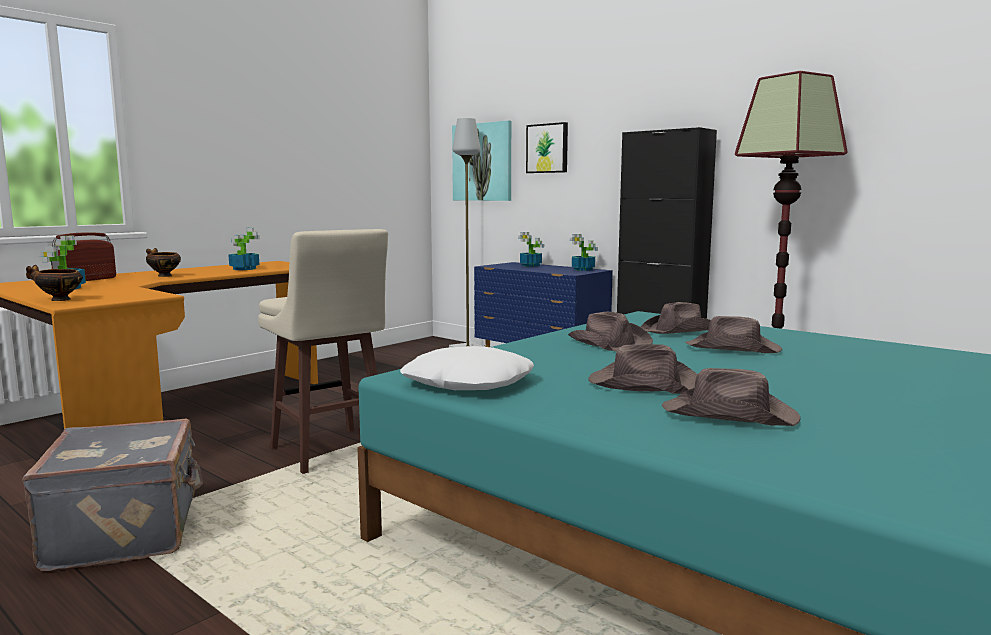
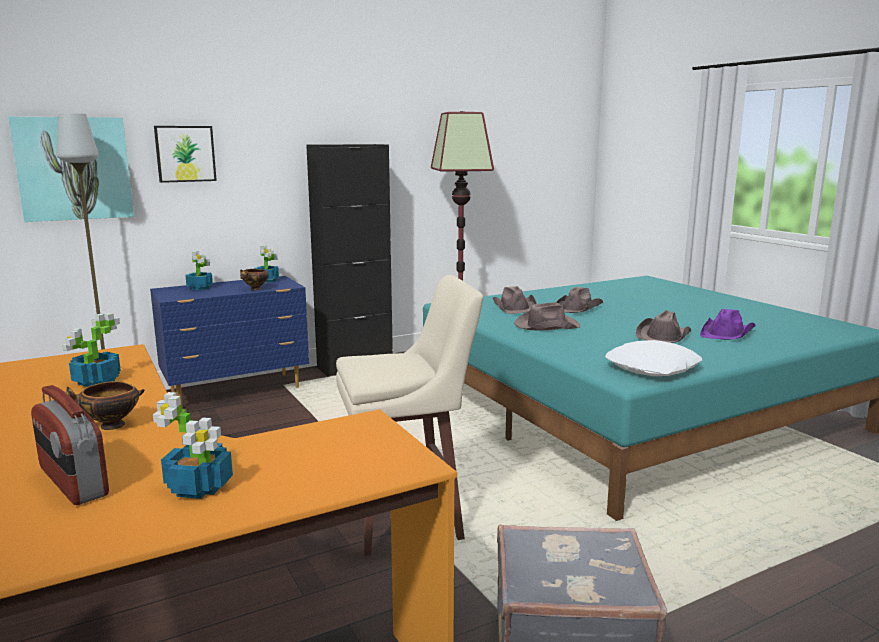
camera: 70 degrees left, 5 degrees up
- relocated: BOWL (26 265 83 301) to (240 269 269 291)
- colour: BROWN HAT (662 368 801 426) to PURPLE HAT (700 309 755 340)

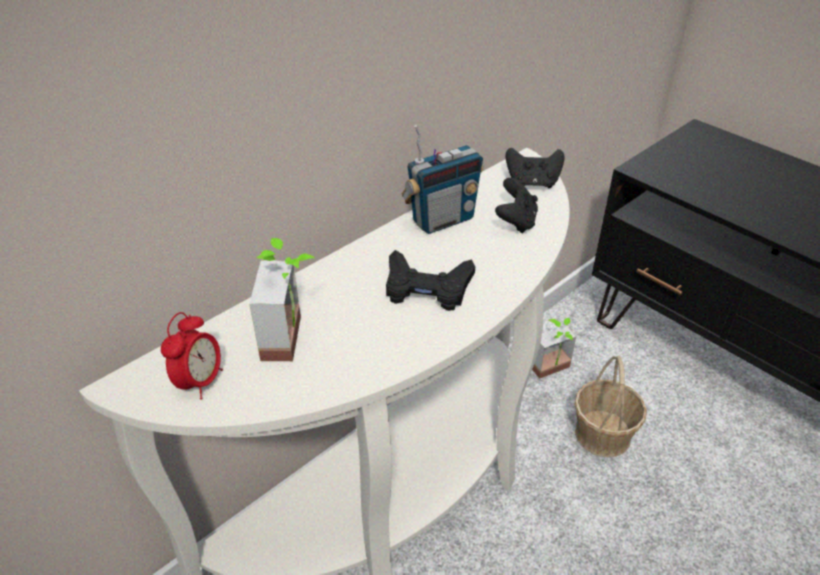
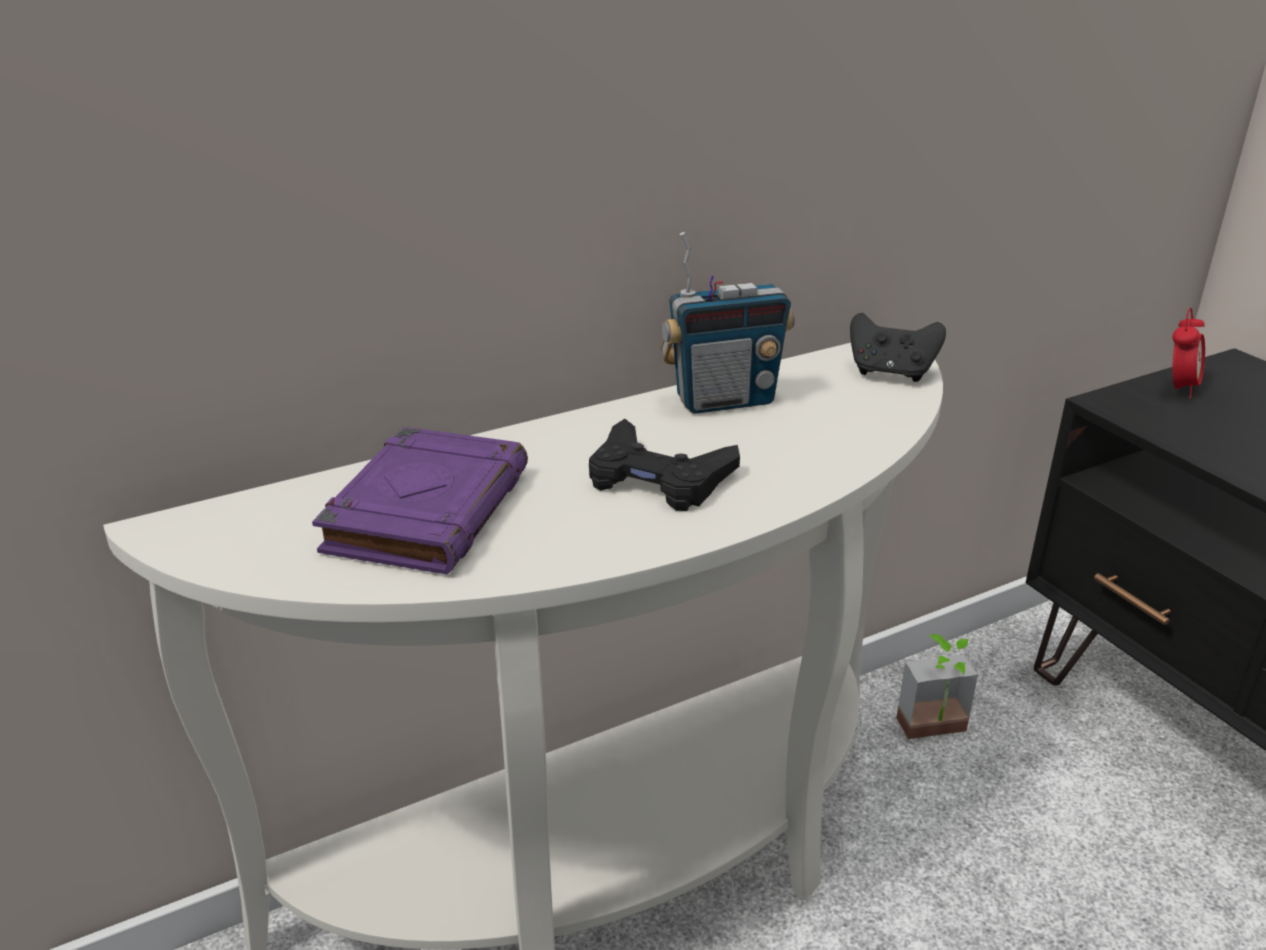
camera: 15 degrees right, 10 degrees down
- missing: BLACK GAME CONTROLLER (495 178 538 234)
- missing: BASKET (574 356 647 457)
- relocated: ALARM CLOCK (161 312 223 400) to (1172 308 1205 398)
- exchanged: POTTED PLANT (250 238 315 361) to PURPLE BOOK (312 427 528 574)

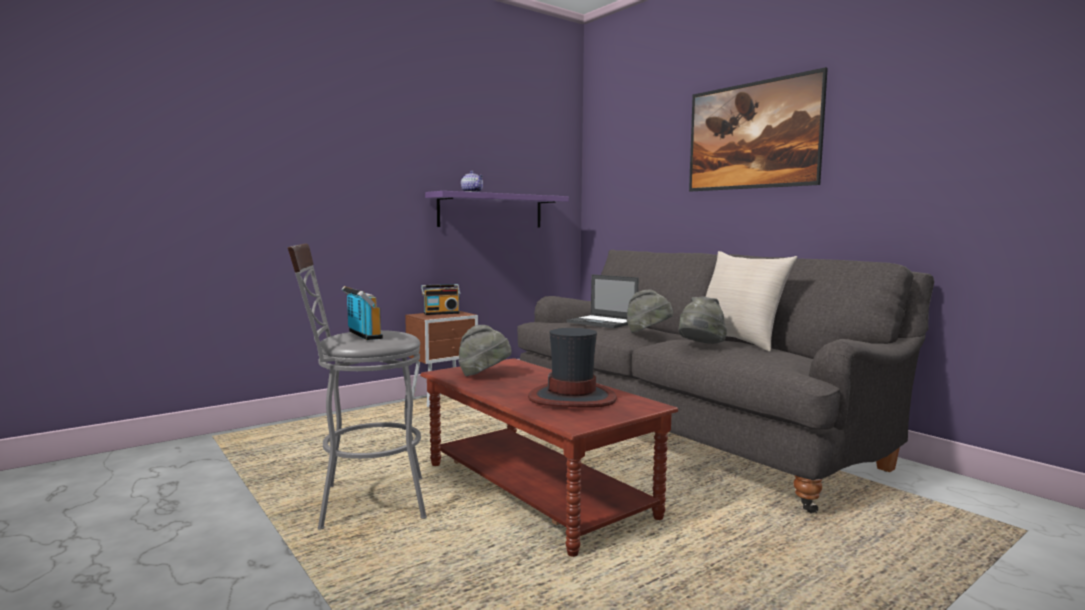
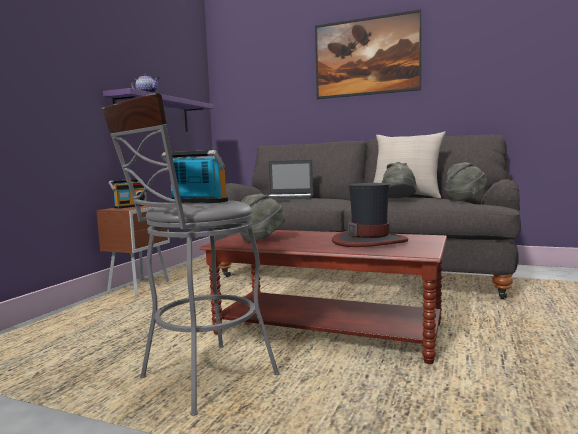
camera: 30 degrees left, 0 degrees up
- relocated: GREY HAT (627 289 673 333) to (445 162 487 201)

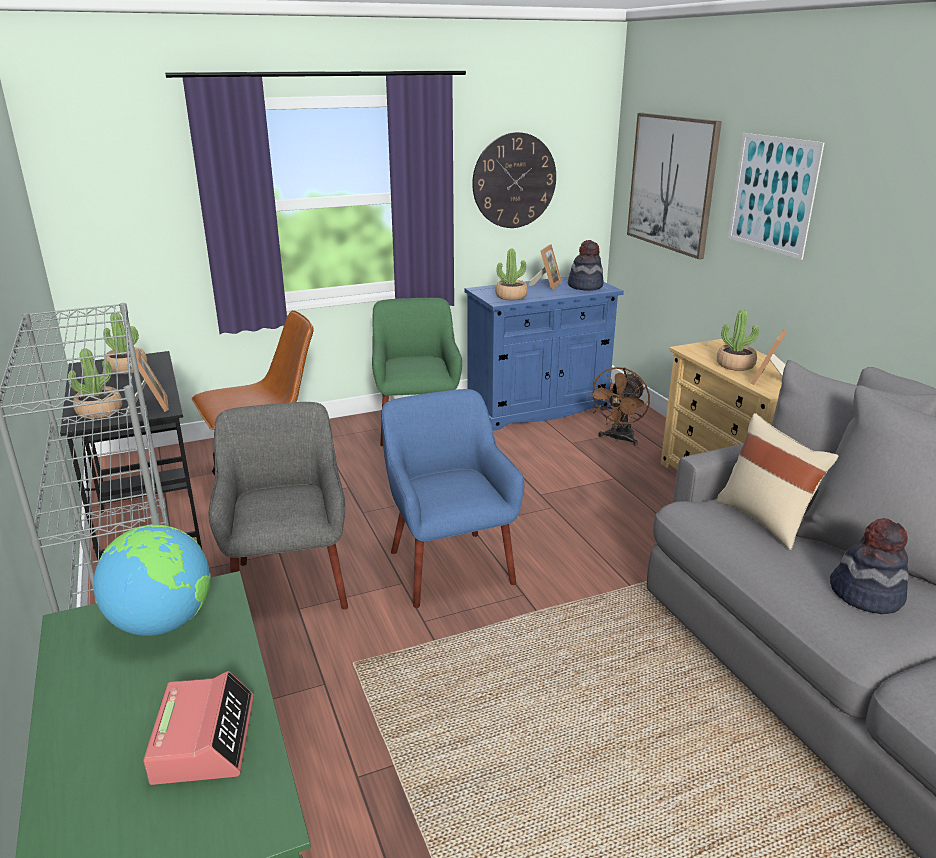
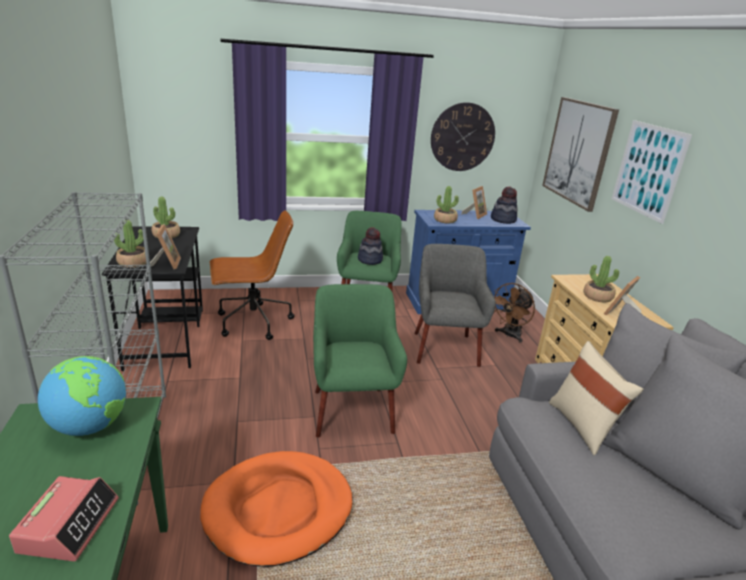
camera: 10 degrees right, 0 degrees up
- appeared: ORANGE DOG BED (200 451 352 567)
- relocated: GREY ARMCHAIR (209 402 348 610) to (414 244 496 367)
- relocated: HAT (830 518 909 614) to (358 227 383 265)
- colour: BLUE ARMCHAIR (382 389 524 608) to GREEN ARMCHAIR (313 284 407 438)

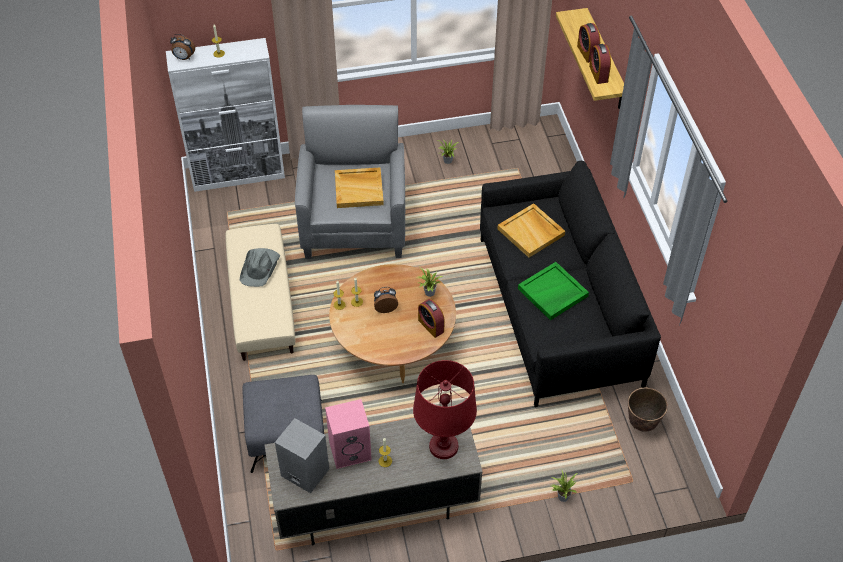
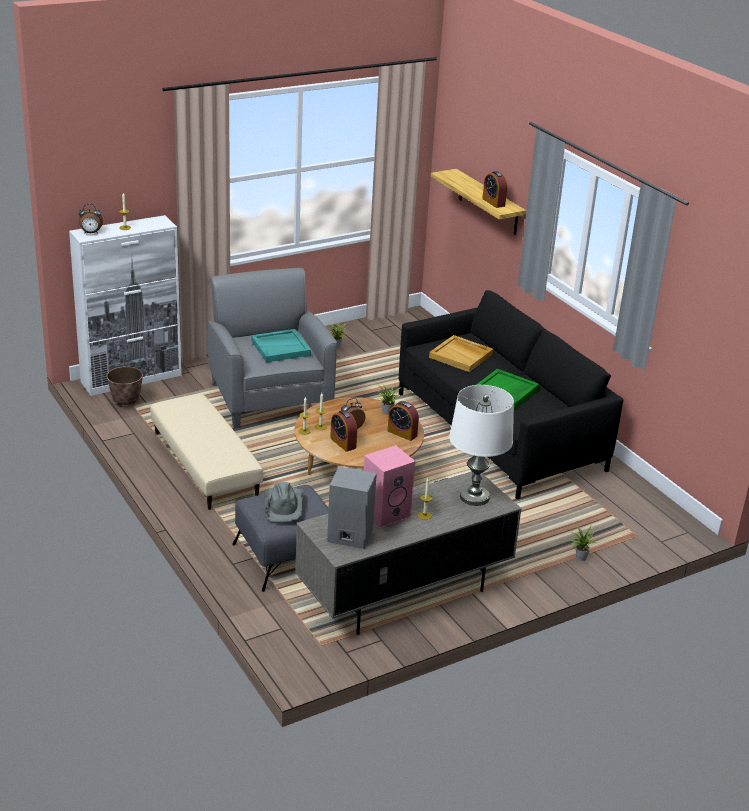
camera: 20 degrees left, 20 degrees down
- relocated: GREY HAT (240 248 280 287) to (264 482 304 522)
- relocated: ALARM CLOCK (577 23 600 63) to (330 410 357 452)
- relocated: PLANTER (628 388 668 432) to (106 366 143 407)
- colour: BEIGE TRAY (335 167 384 208) to TURQUOISE TRAY (251 329 311 362)
- colour: RED TABLE LAMP (413 360 477 459) to WHITE TABLE LAMP (449 385 514 506)

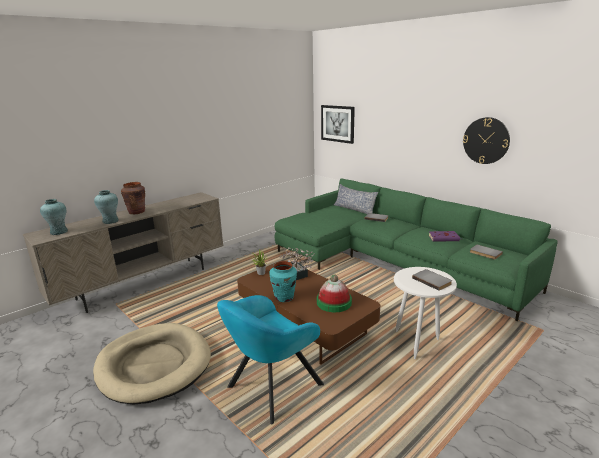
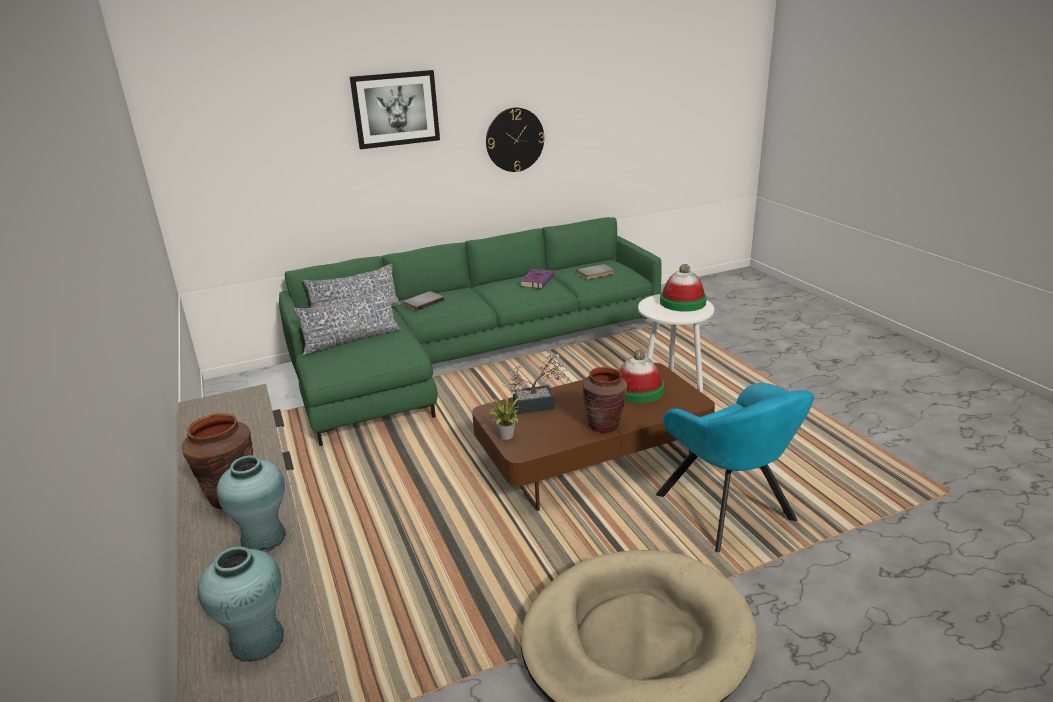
camera: 70 degrees left, 5 degrees up
- appeared: PILLOW (293 285 401 355)
- relocated: PICTURE (321 105 355 144) to (350 70 440 149)
- exchanged: GREY BOOK (412 269 452 291) to HAT (660 264 707 312)
- colour: TURQUOISE VASE (269 261 297 302) to BROWN VASE (583 367 627 433)

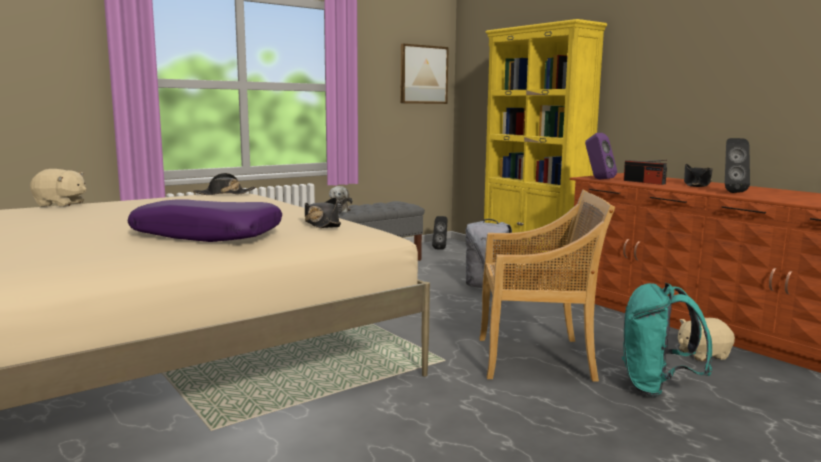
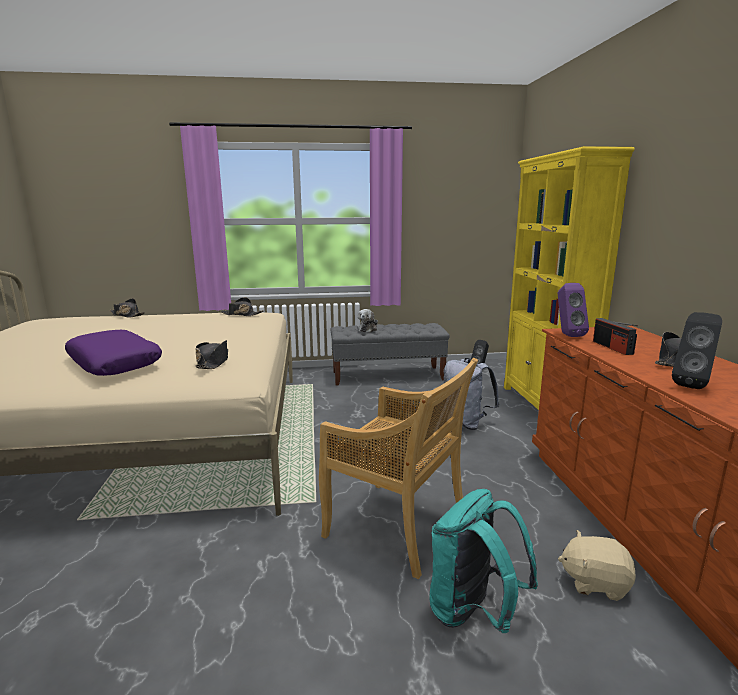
camera: 30 degrees right, 5 degrees up
- missing: PICTURE (401 43 449 104)
- exchanged: BEIGE PLUSH TOY (30 169 86 206) to BLACK HAT (110 298 145 318)

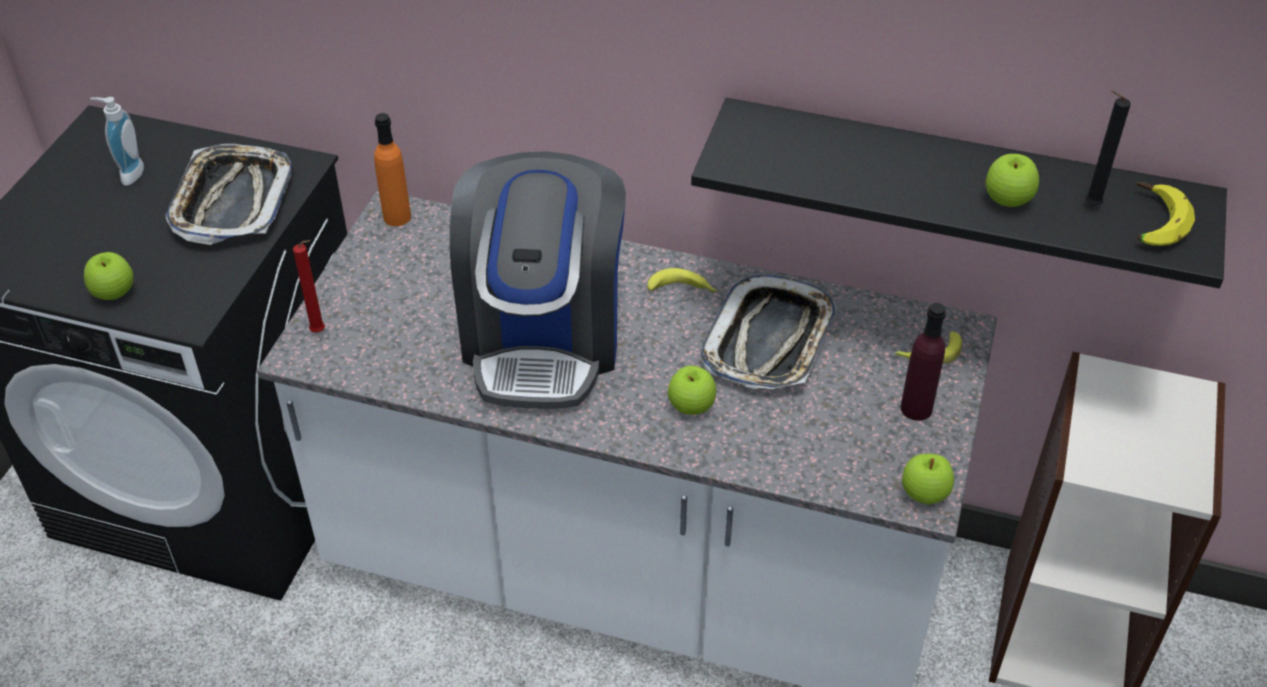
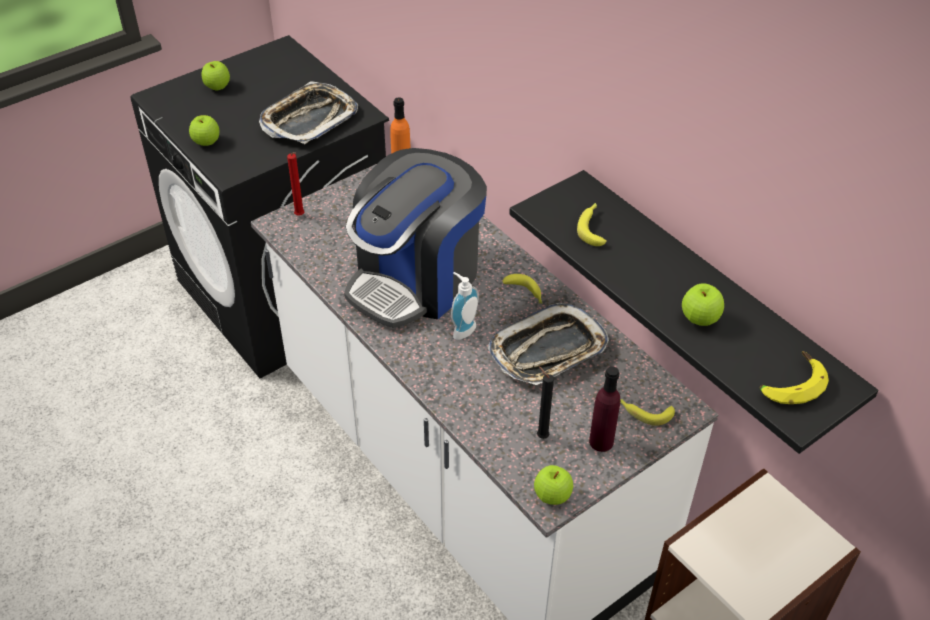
camera: 35 degrees right, 0 degrees up
- appeared: BANANA (577 203 607 246)
- relocated: SOAP DISPENSER (90 97 144 186) to (451 272 479 340)
- relocated: APPLE (668 366 716 415) to (201 61 230 91)
- relocated: BLACK CANDLE (1085 90 1131 206) to (537 367 554 439)

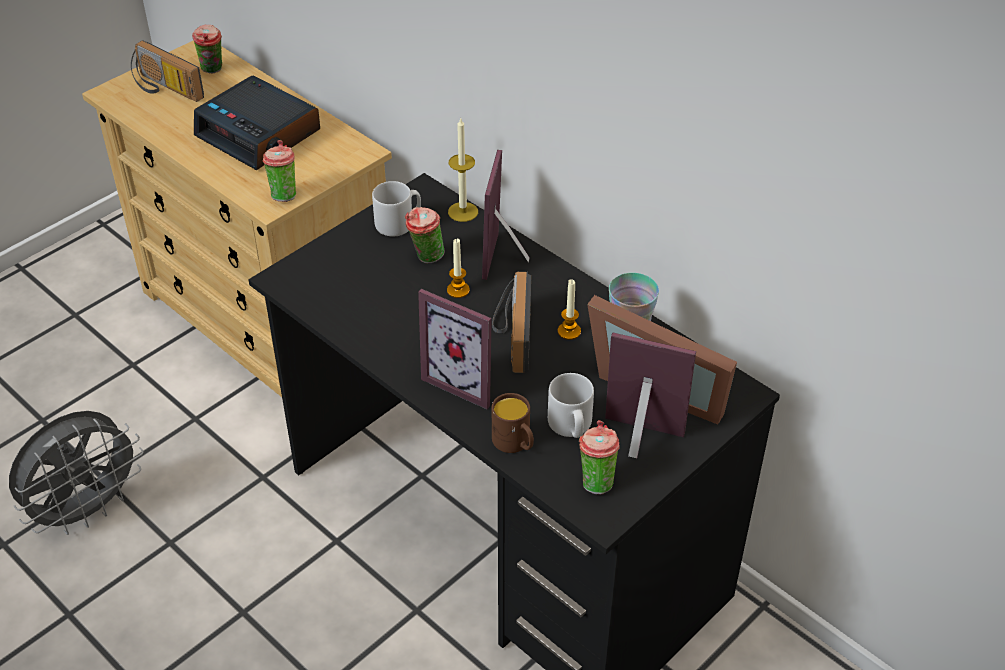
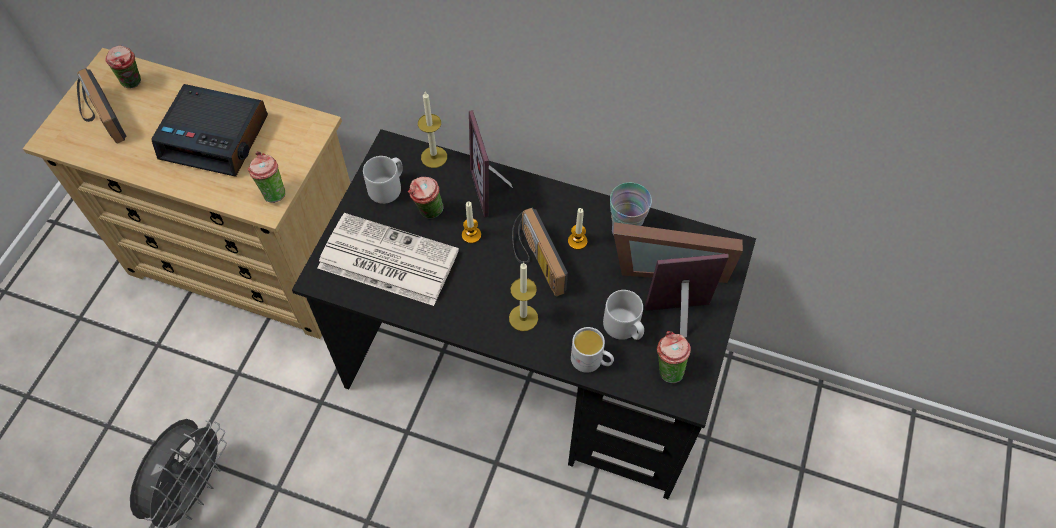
camera: 25 degrees left, 15 degrees up
- appeared: NEWSPAPER (318 213 459 306)
- exchanged: PICTURE FRAME (418 289 492 409) to CANDLE (509 262 538 331)
- colour: BROWN MUG (492 393 534 453) to WHITE MUG (571 327 614 373)
- spun: RADIO (131 40 204 102) = (77 68 126 144) 45 degrees clockwise

